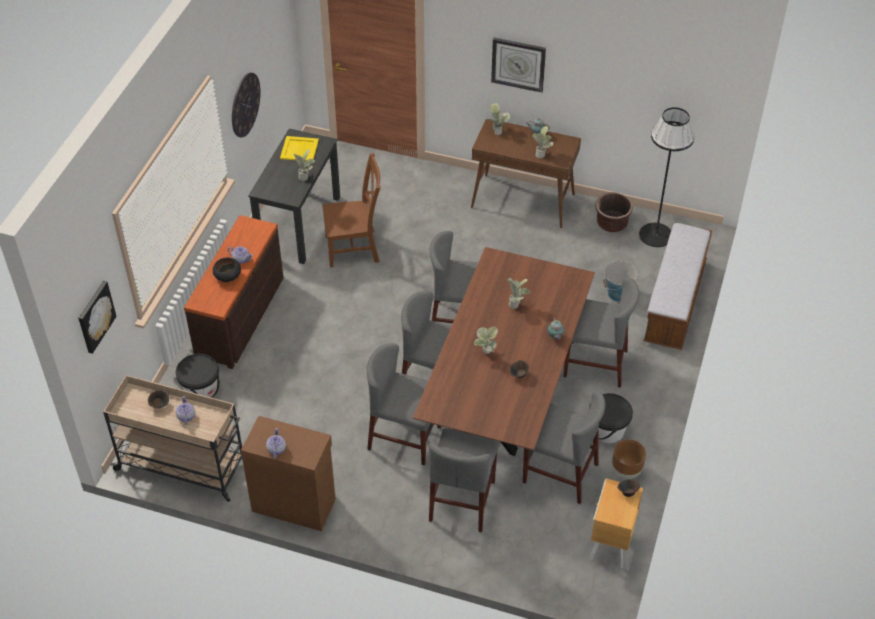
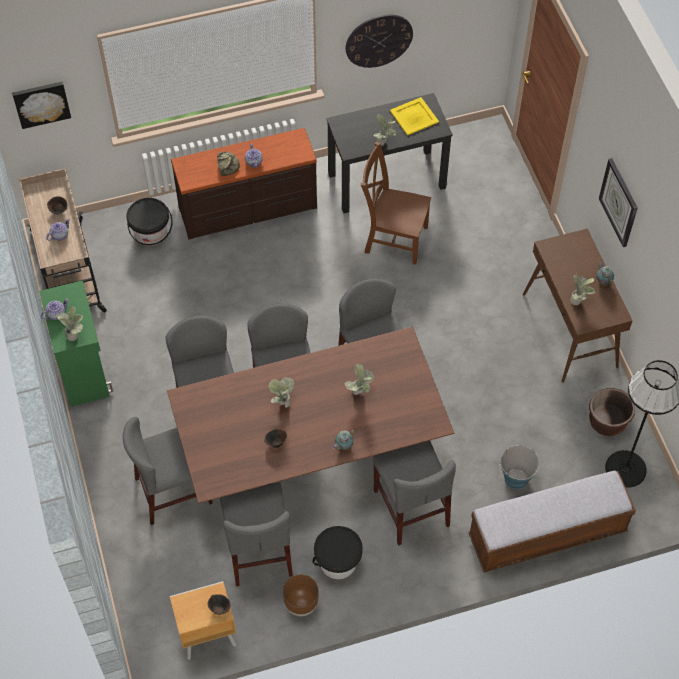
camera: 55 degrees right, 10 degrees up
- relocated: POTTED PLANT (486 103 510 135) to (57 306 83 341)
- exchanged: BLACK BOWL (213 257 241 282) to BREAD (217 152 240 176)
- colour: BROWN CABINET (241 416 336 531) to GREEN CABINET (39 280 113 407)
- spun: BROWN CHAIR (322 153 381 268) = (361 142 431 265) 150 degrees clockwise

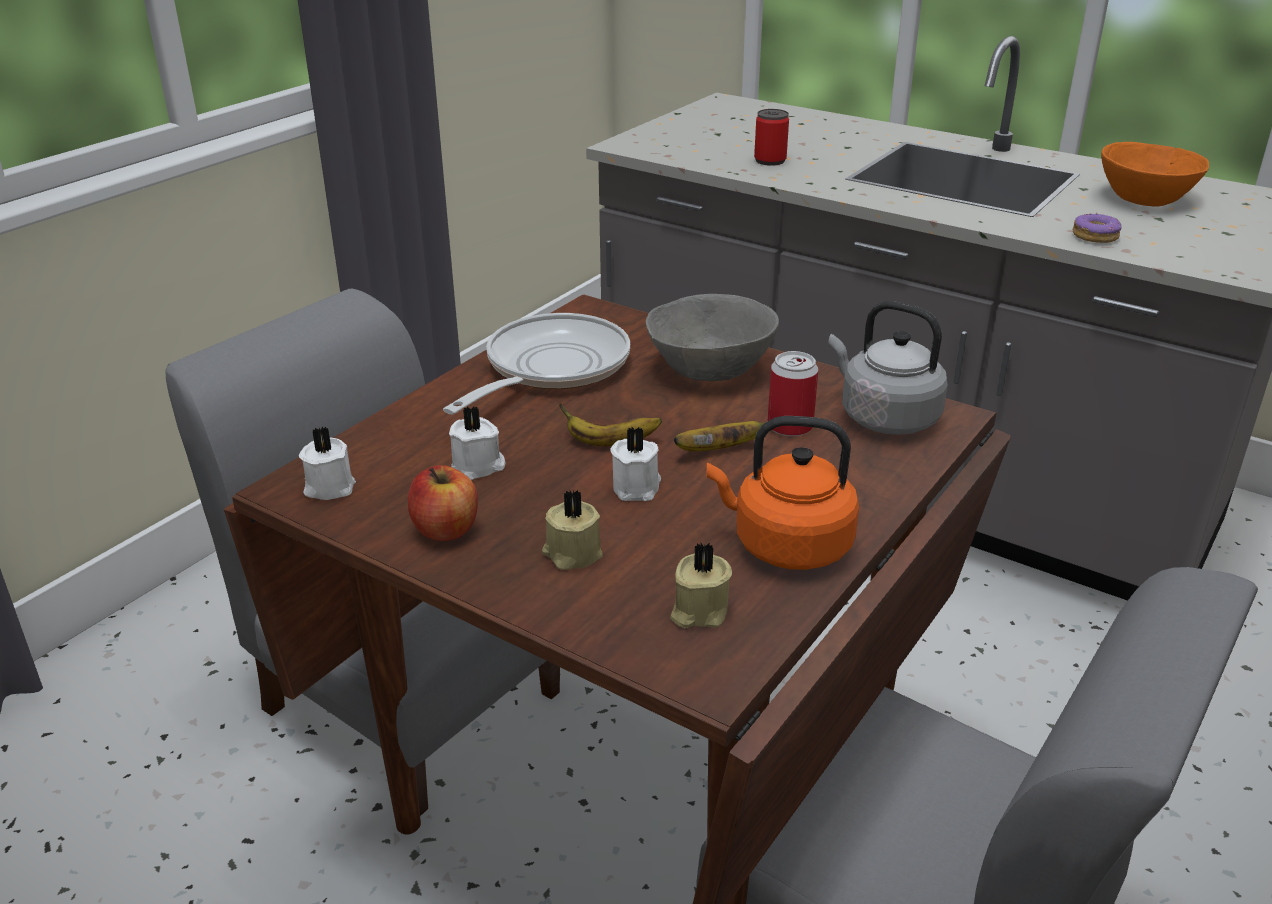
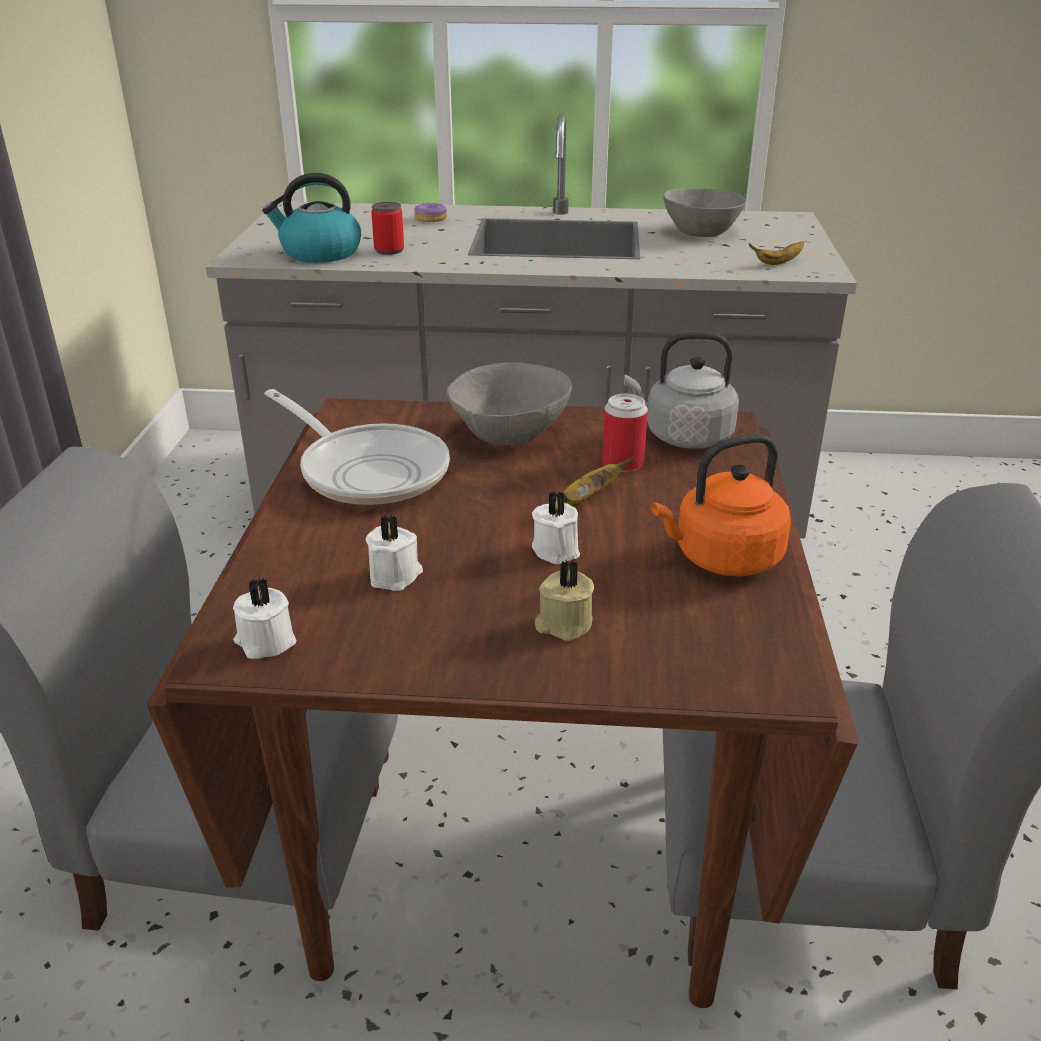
camera: 30 degrees left, 0 degrees up
- missing: APPLE (408 466 478 541)
- missing: BEIGE CANDLE (670 543 732 628)
- appeared: KETTLE (262 173 361 263)
- relocated: BANANA (559 404 662 446) to (749 241 804 265)
- relocated: DONUT (1073 213 1122 243) to (414 202 447 222)
- colour: ORANGE BOWL (1101 142 1209 207) to GREY BOWL (663 189 746 237)
- spun: FRYING PAN (443 313 630 414) = (264 389 450 505) 135 degrees clockwise

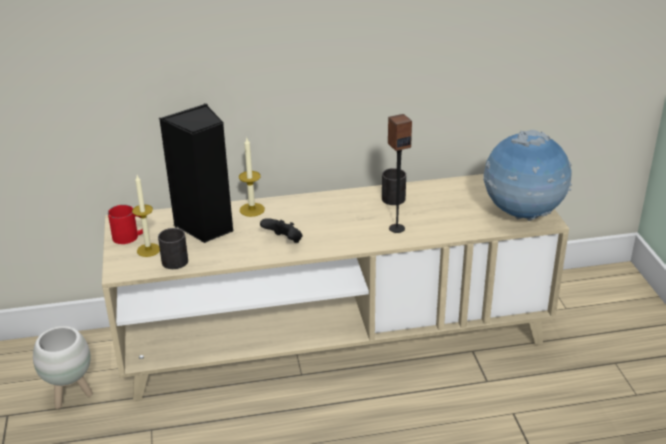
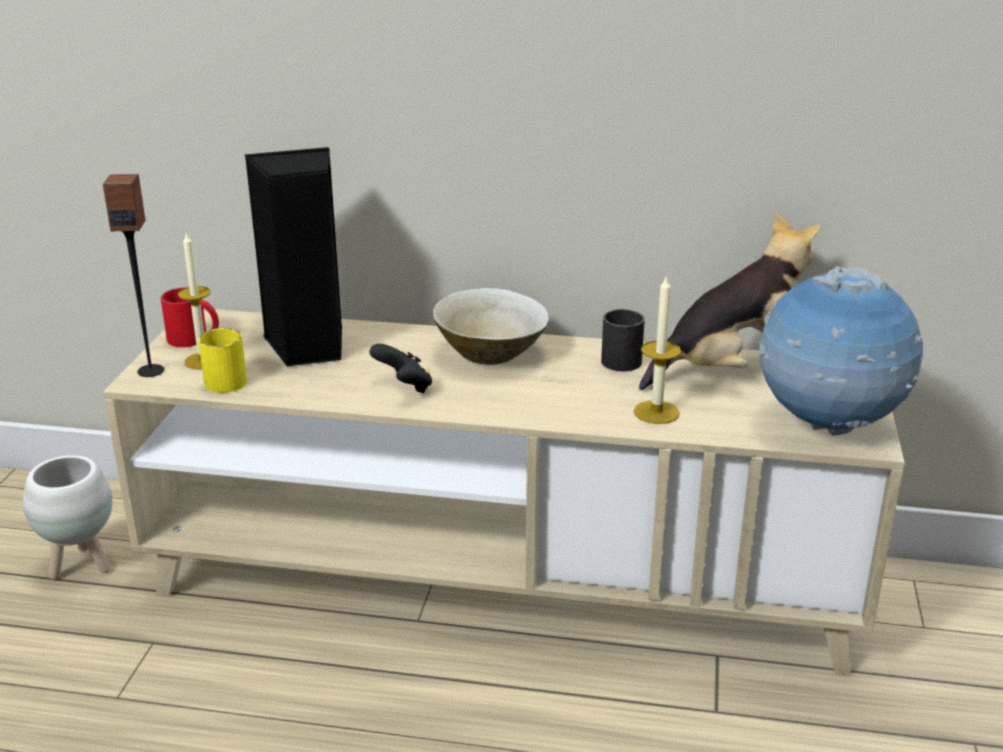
camera: 20 degrees right, 5 degrees down
- appeared: BEIGE BOWL (433 288 549 365)
- appeared: PLUSH TOY (639 212 821 390)
- relocated: CANDLE (239 138 265 217) to (634 275 681 424)
- relocated: SPEAKER (388 114 412 233) to (103 174 164 377)
- colour: BLACK MUG (158 228 188 269) to YELLOW MUG (198 328 247 393)

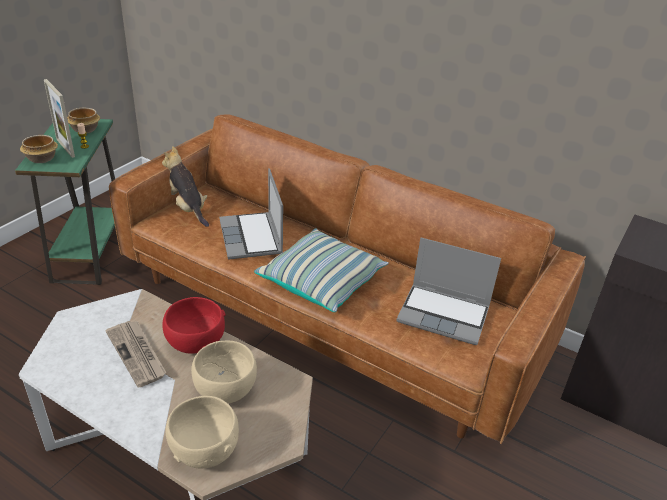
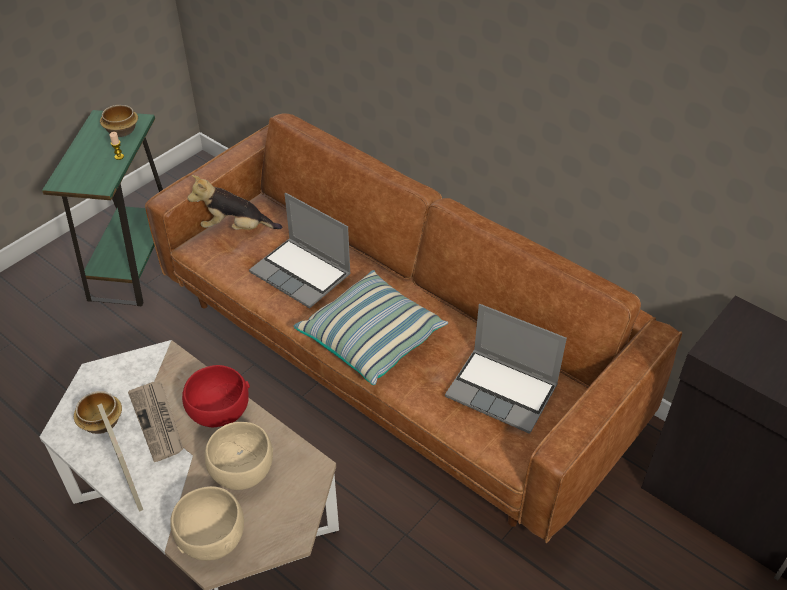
camera: 10 degrees right, 10 degrees up
- relocated: BOWL (20 135 58 163) to (74 391 122 434)
- relocated: PICTURE FRAME (44 79 75 158) to (97 403 143 512)
- spun: PLUSH TOY (162 146 209 227) = (187 175 282 230) 60 degrees counterclockwise
- spun: LAPTOP (219 168 283 259) = (249 193 351 308) 45 degrees counterclockwise

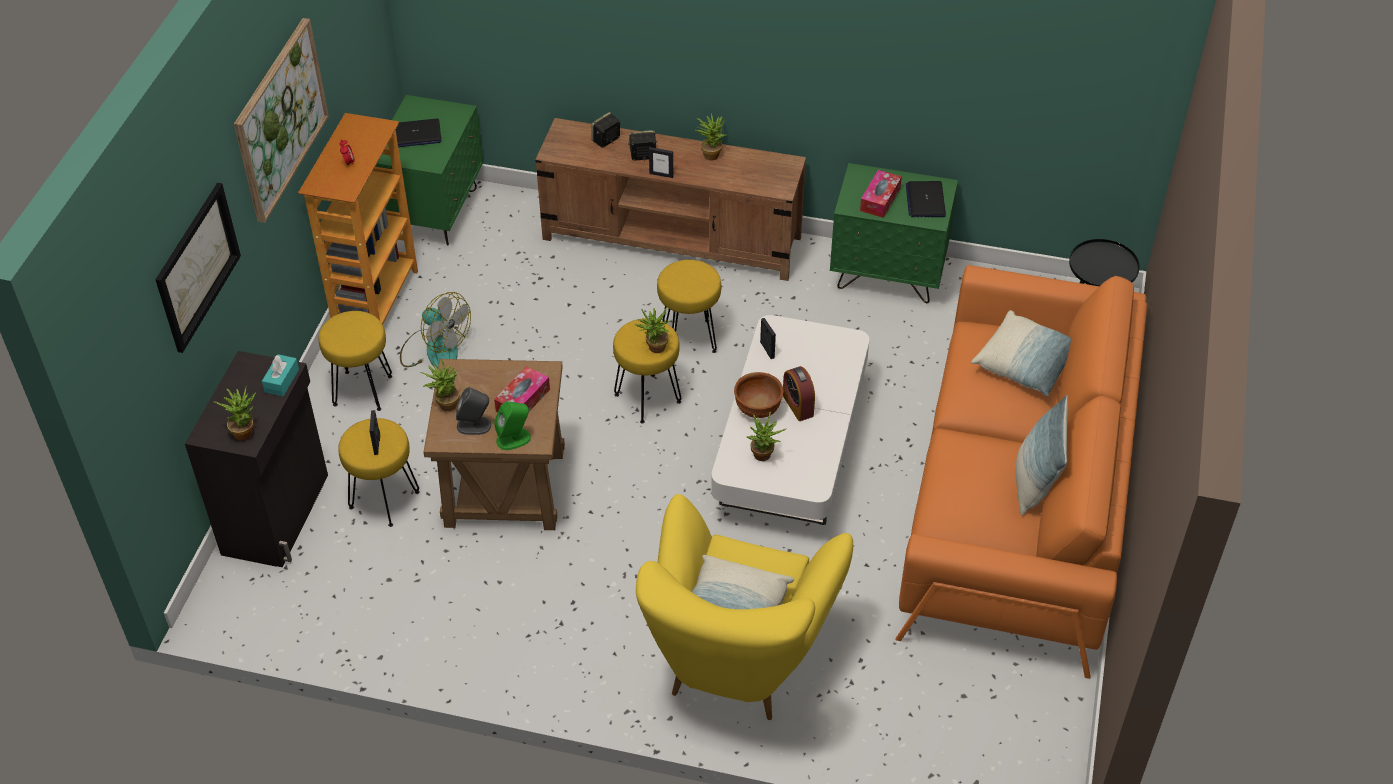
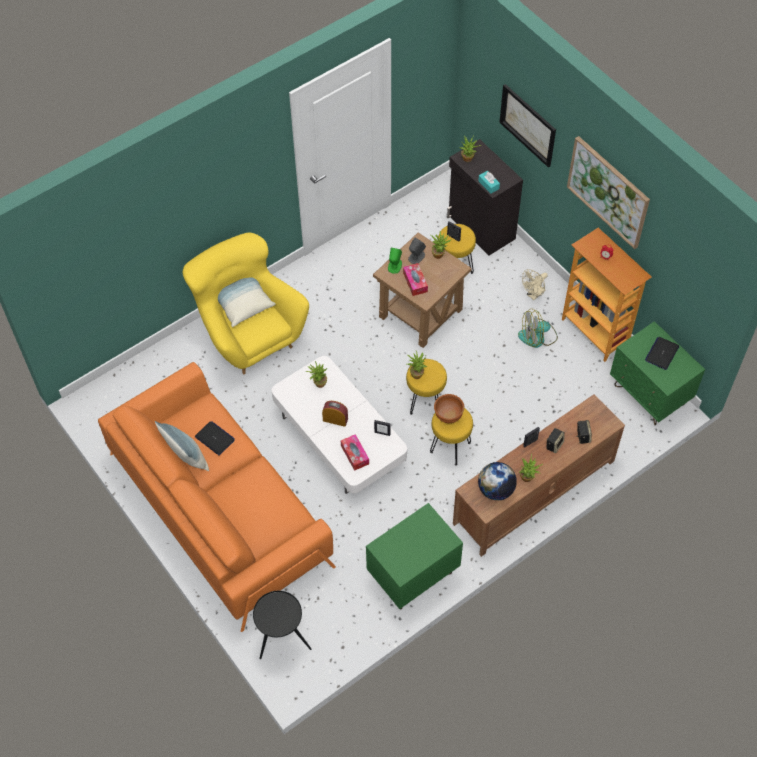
camera: 130 degrees right, 10 degrees up
- missing: PILLOW (971 310 1071 397)
- appeared: GLOBE (478 462 517 500)
- relocated: BROWN BOWL (734 372 784 418) to (434 394 465 423)
- relocated: TISSUE BOX (860 170 902 218) to (341 434 369 471)
- relocated: LAPTOP (906 181 946 217) to (195 421 235 455)
- exchanged: YELLOW STOOL (318 311 392 411) to BEIGE FAN (522 269 548 300)

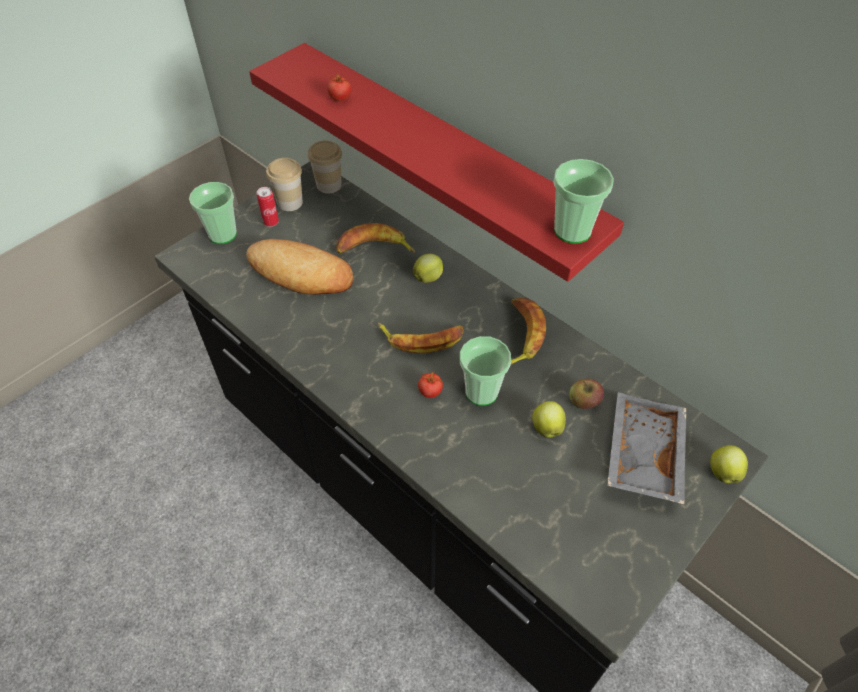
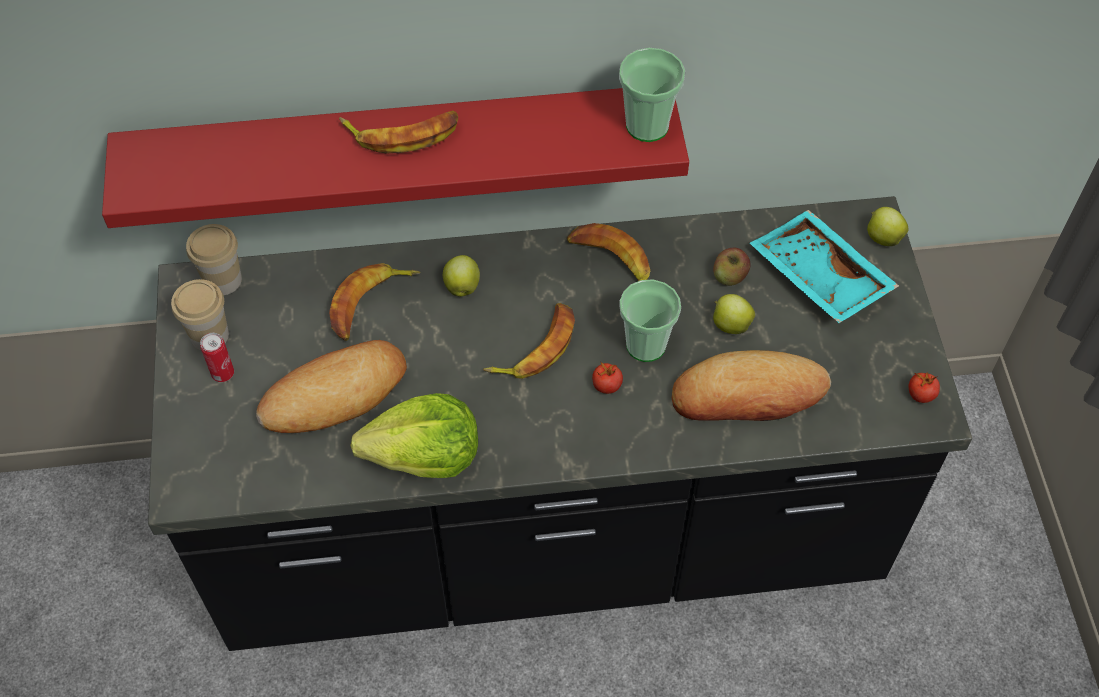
camera: 50 degrees left, 5 degrees up
- missing: CUP (189 182 237 244)
- appeared: BANANA (339 111 458 154)
- appeared: LETTUCE (351 393 478 478)
- appeared: BREAD (672 350 831 421)
- relocated: TOMATO (327 74 351 101) to (908 372 940 403)
- colour: GREY TRAY (607 392 686 505) to TURQUOISE TRAY (750 210 899 323)

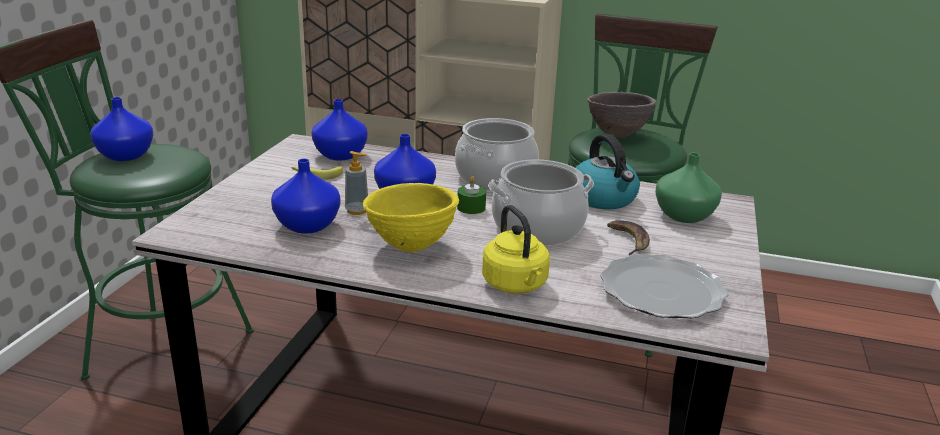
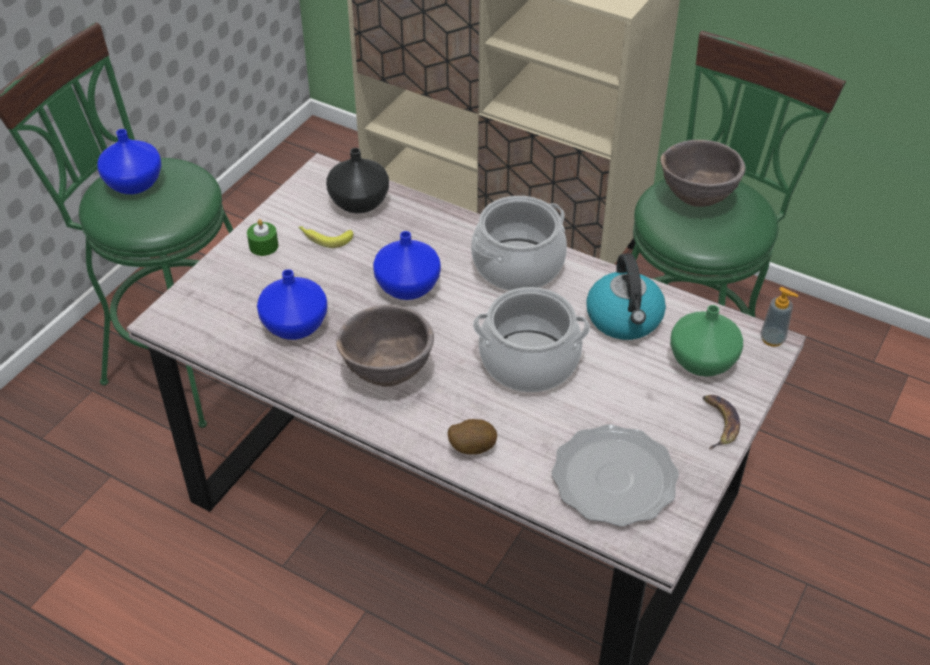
camera: 15 degrees right, 20 degrees up
- relocated: SOAP DISPENSER (345 151 368 215) to (760 287 799 347)
- relocated: GREEN CANDLE (457 176 486 214) to (247 219 278 256)
- relocated: BANANA (607 220 650 255) to (703 395 740 449)
- exchanged: YELLOW KETTLE (482 205 550 294) to POTATO (448 419 497 455)
- colour: BLUE VASE (311 99 368 160) to BLACK VASE (326 148 389 213)
- colour: YELLOW BOWL (363 183 459 252) to BROWN BOWL (336 305 434 387)

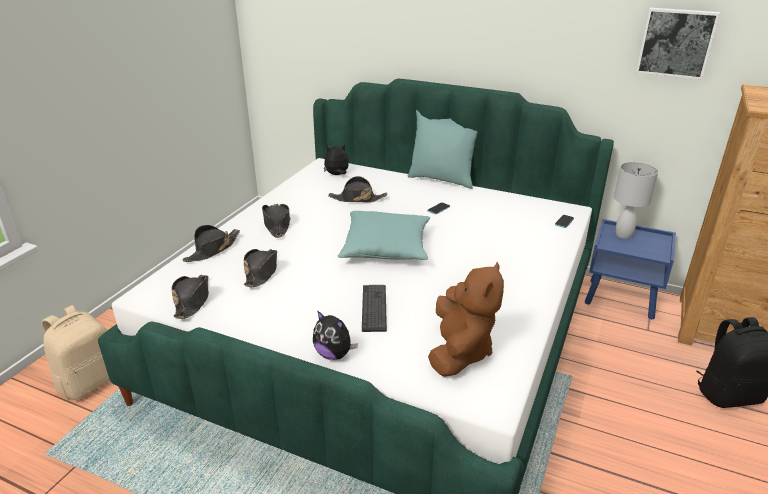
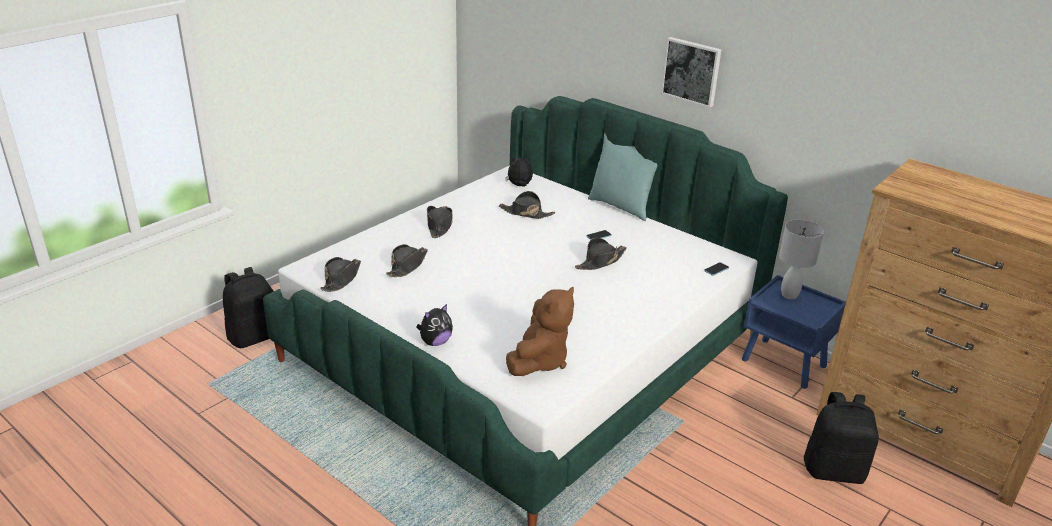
camera: 15 degrees right, 0 degrees up
- missing: TURQUOISE PILLOW (338 211 430 260)
- missing: KEYBOARD (362 285 387 332)
- relocated: BLACK HAT (182 225 240 262) to (575 238 627 270)
- relocated: PICTURE (636 8 720 79) to (661 37 722 108)
- colour: BEIGE BACKPACK (41 305 110 400) to BLACK BACKPACK (223 267 274 348)
- spun: PLUSH TOY (313 311 358 360) = (416 304 453 346) 90 degrees counterclockwise

